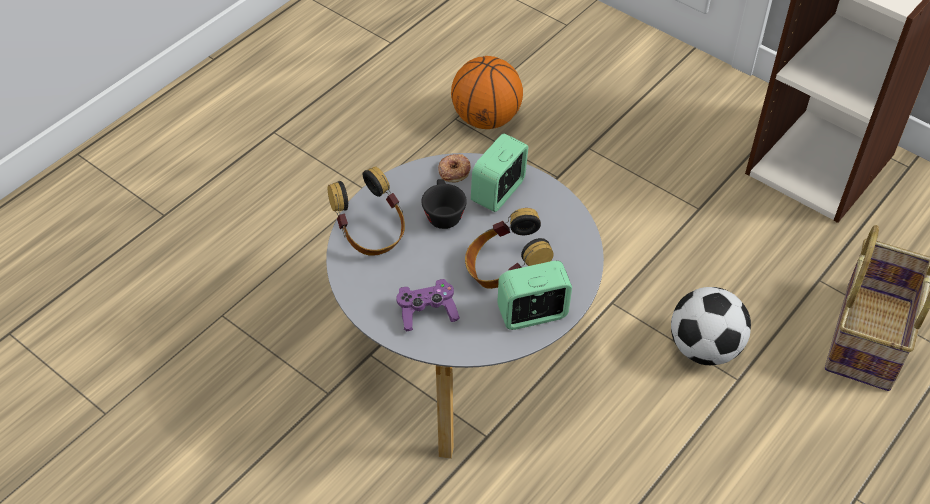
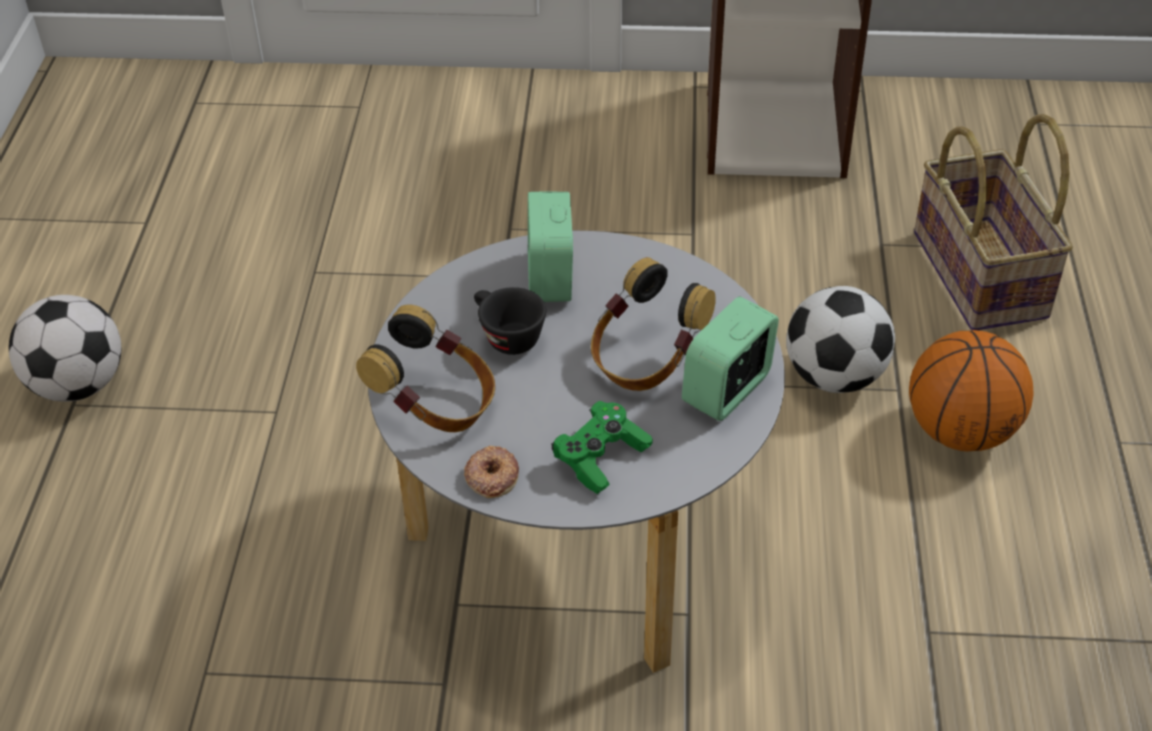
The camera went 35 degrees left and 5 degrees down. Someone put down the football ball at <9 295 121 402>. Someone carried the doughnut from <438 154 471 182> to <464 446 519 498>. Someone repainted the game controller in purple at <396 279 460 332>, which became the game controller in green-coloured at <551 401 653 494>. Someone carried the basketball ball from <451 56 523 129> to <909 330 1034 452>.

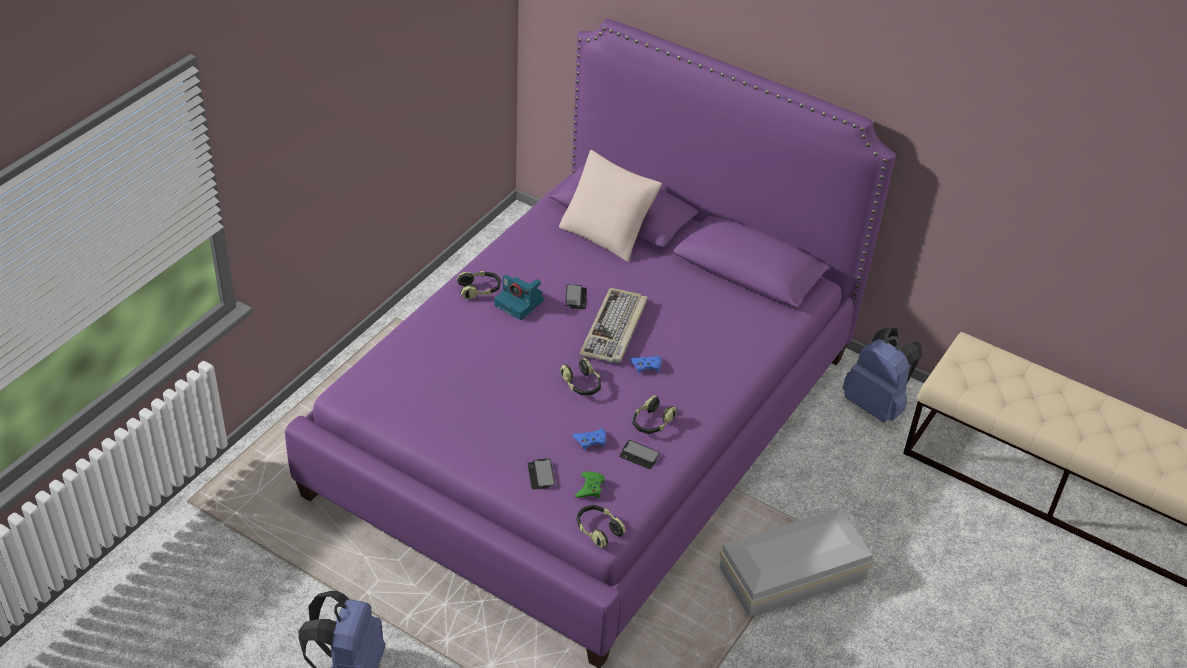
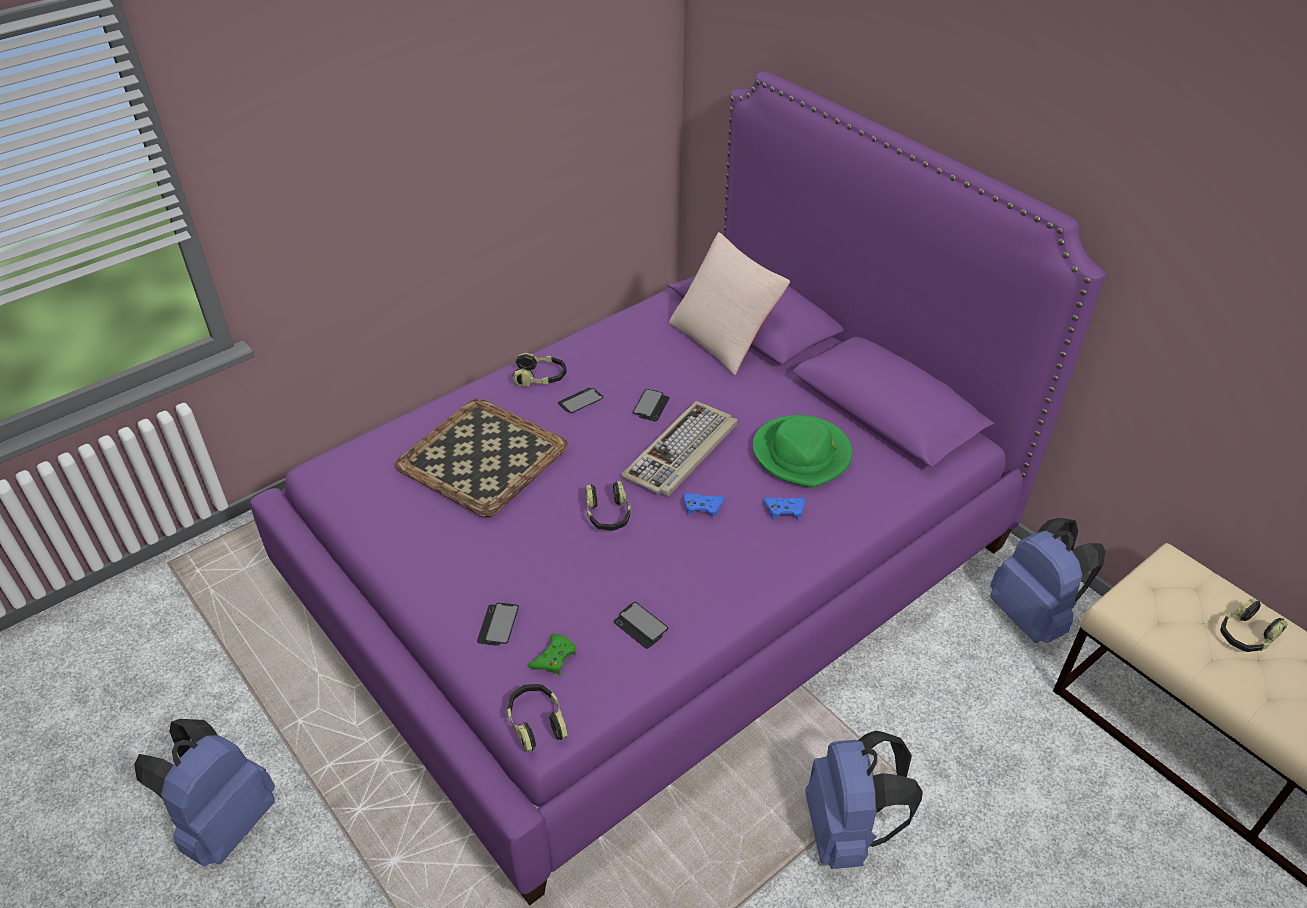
The camera went 20 degrees right and 0 degrees up. Someone put down the tray at <395 399 568 517>. Someone swapped the photo camera at <494 275 544 320> for the handset at <558 388 604 413>. Someone put down the hat in green-coloured at <753 415 853 487>. Someone carried the game controller in bluish from <573 429 606 451> to <764 497 805 520>. Someone swapped the storage bin in white at <719 508 873 617> for the knapsack in bluish at <805 731 923 869>. Someone carried the headset from <632 395 677 434> to <1220 598 1287 652>.

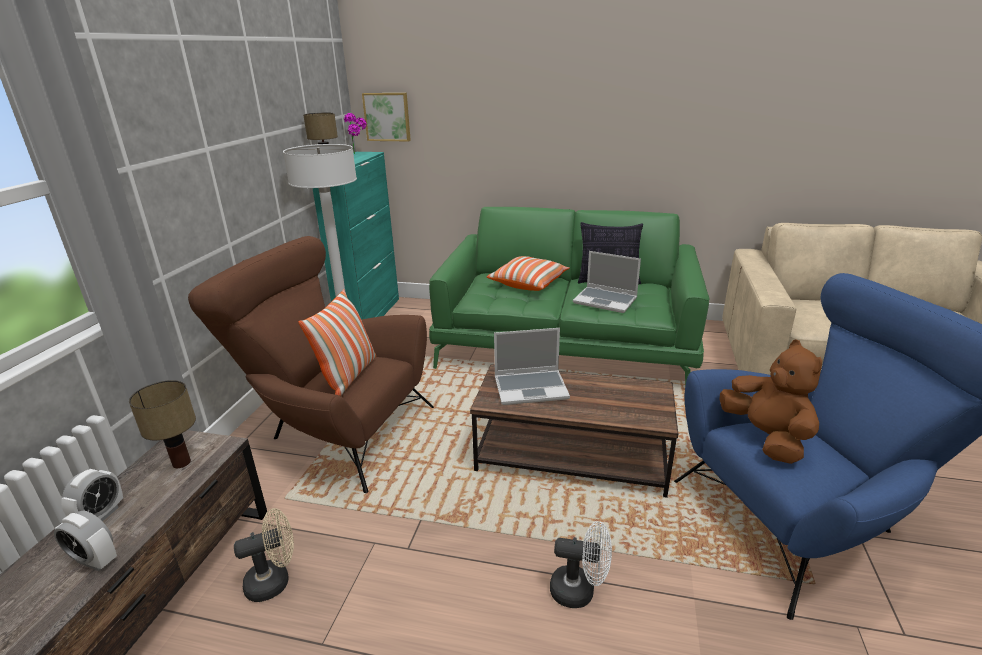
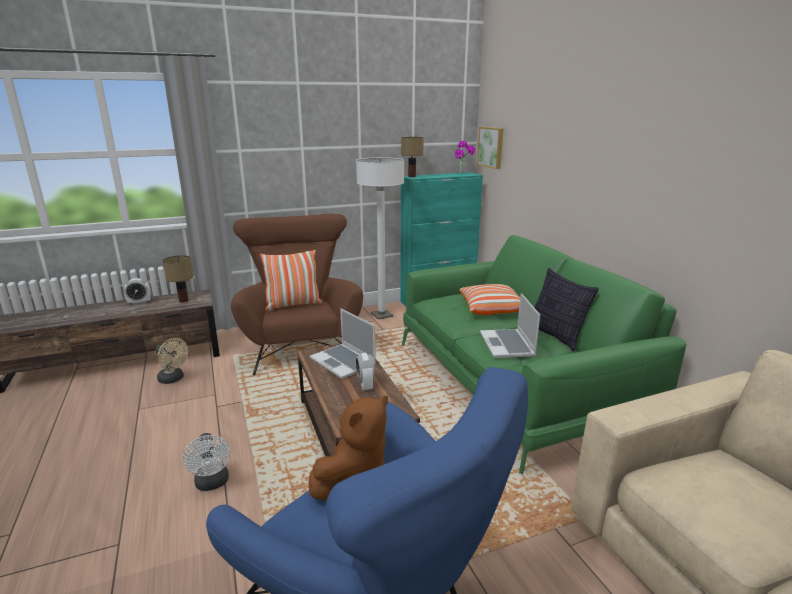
The camera went 55 degrees right and 5 degrees down. Someone carried the table clock from <54 511 117 571> to <356 353 375 391>.

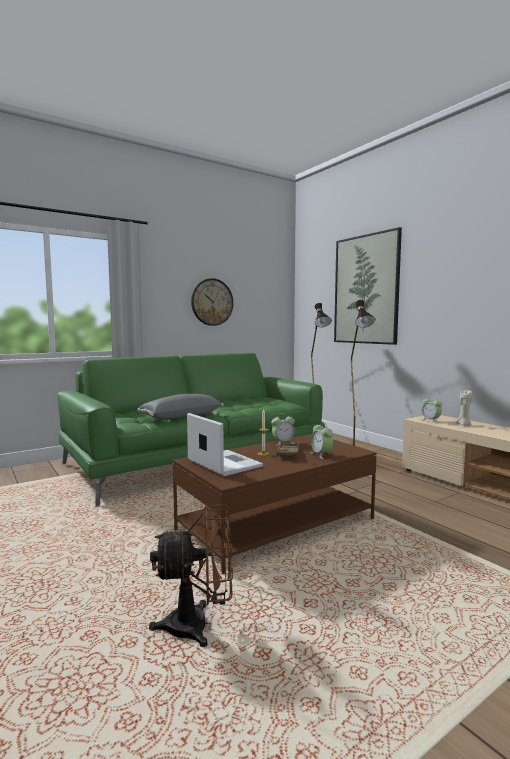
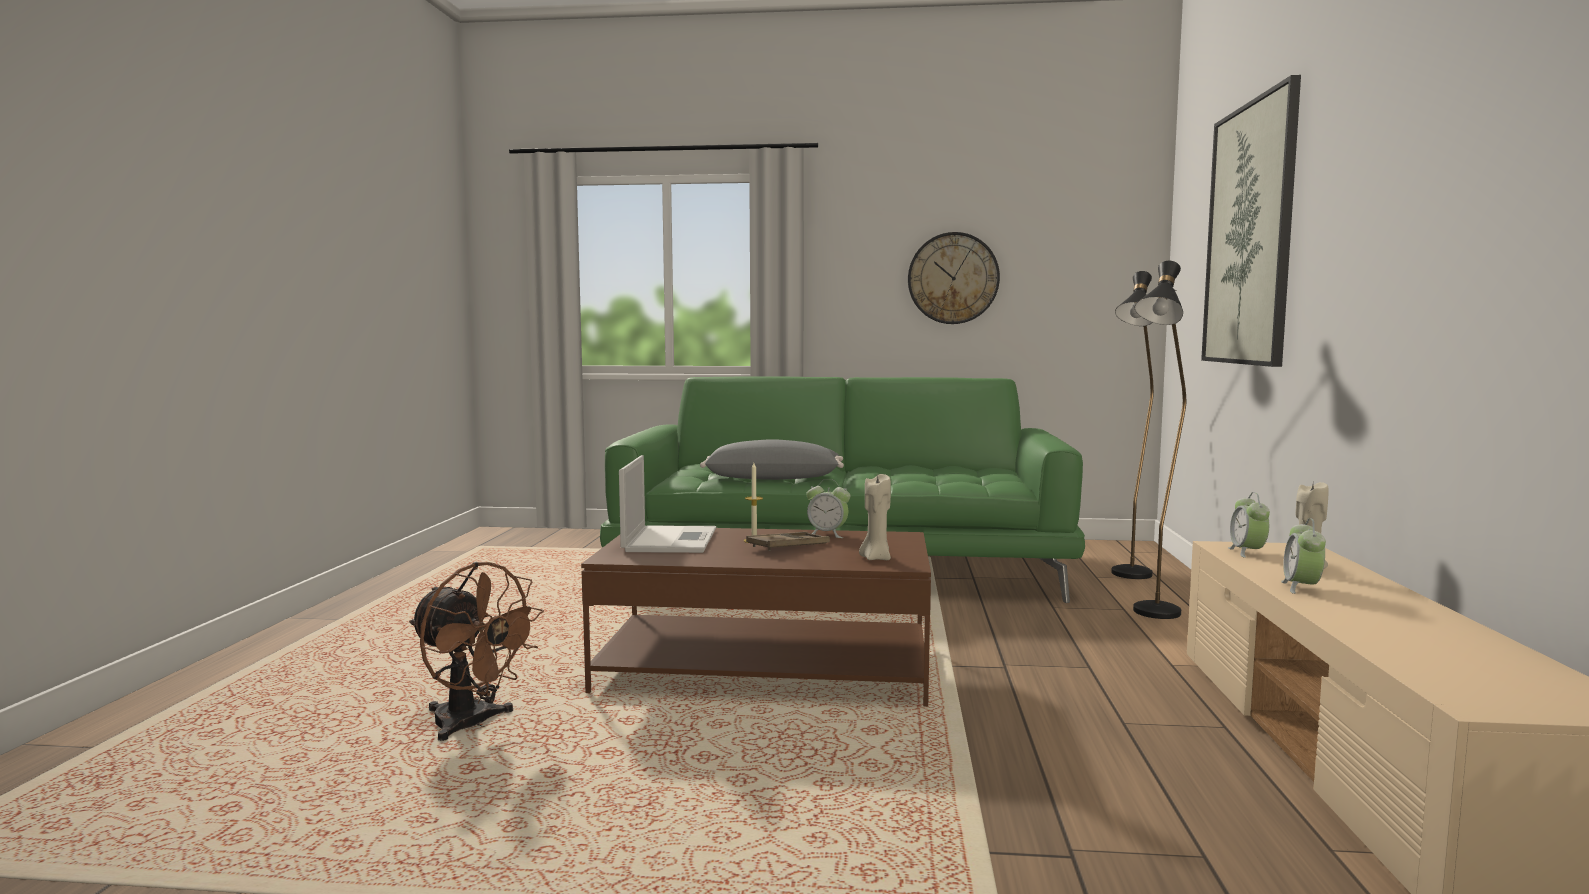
The camera went 40 degrees right and 0 degrees up. Someone put down the wax light in sand-coloured at <859 474 891 560>. Someone carried the table clock from <311 422 333 459> to <1281 518 1326 594>.

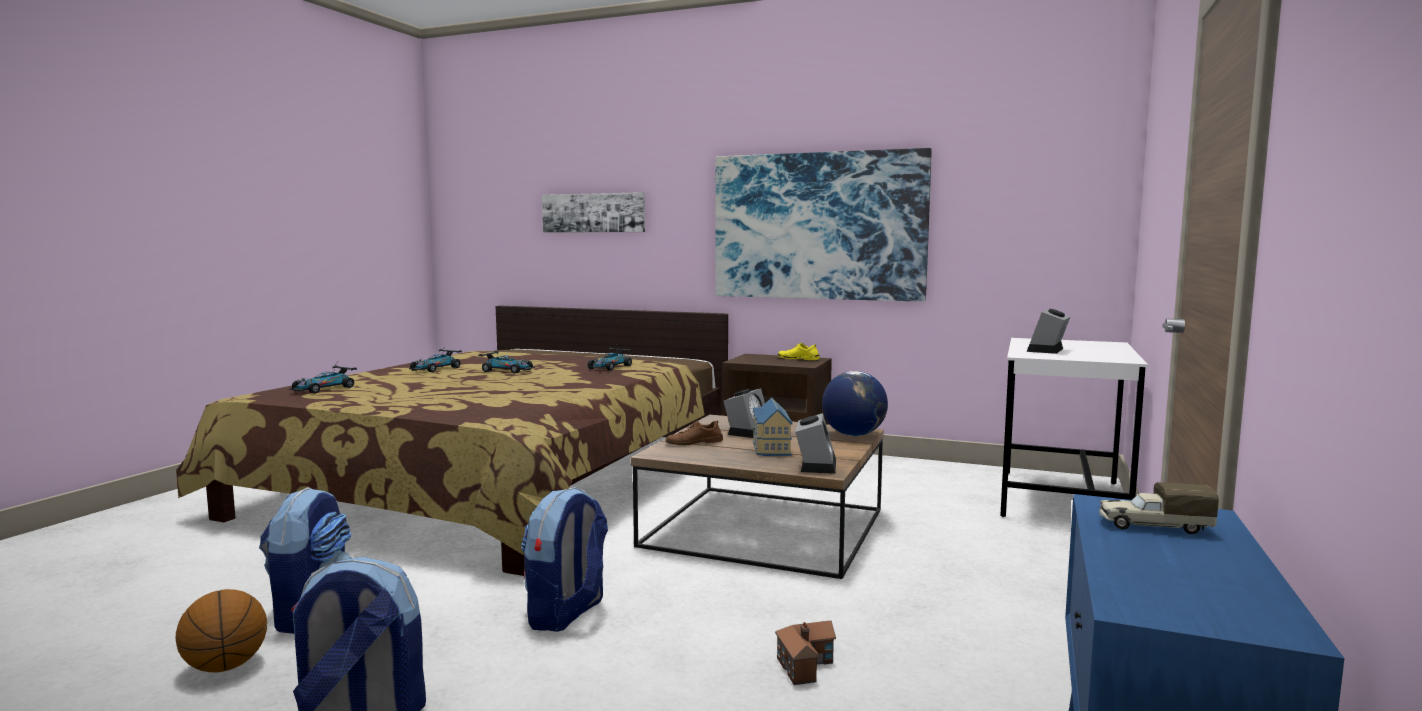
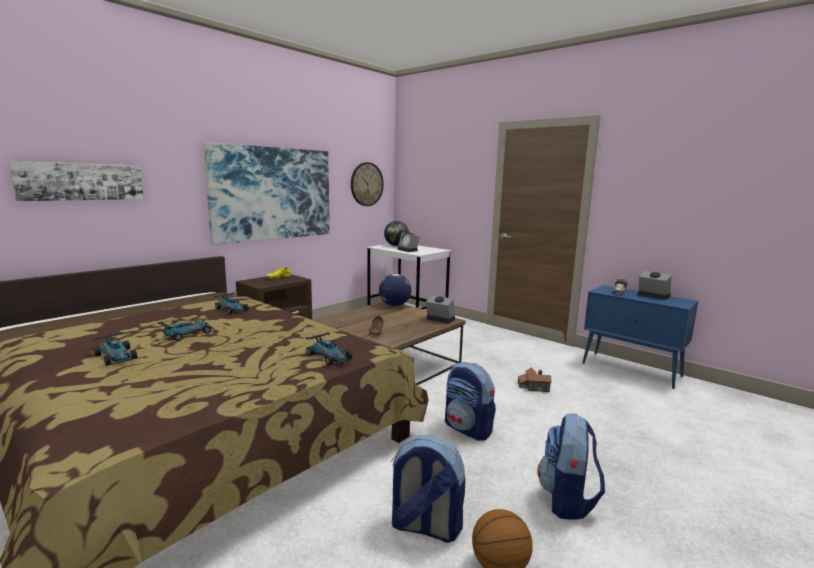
The camera went 70 degrees left and 5 degrees up. Someone carried the model car from <289 365 357 394> to <305 332 353 365>. Someone put up the clock on the wall at <351 162 384 206>. Someone put down the globe at <384 221 409 246>. Someone carried the table clock from <724 388 765 438> to <638 271 671 300>. Someone took away the miniature house at <753 398 792 456>.

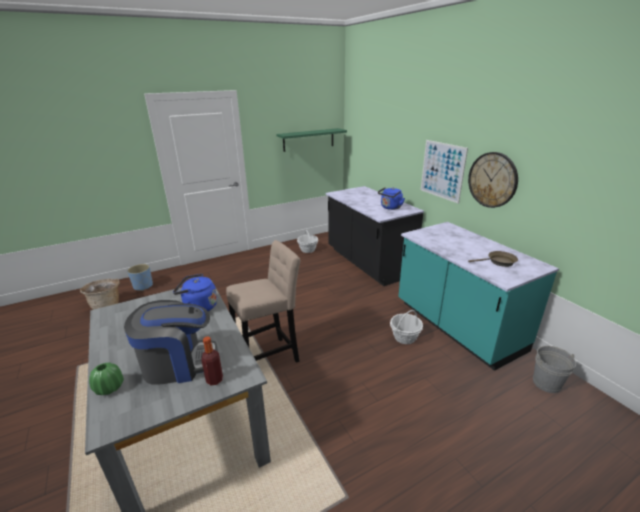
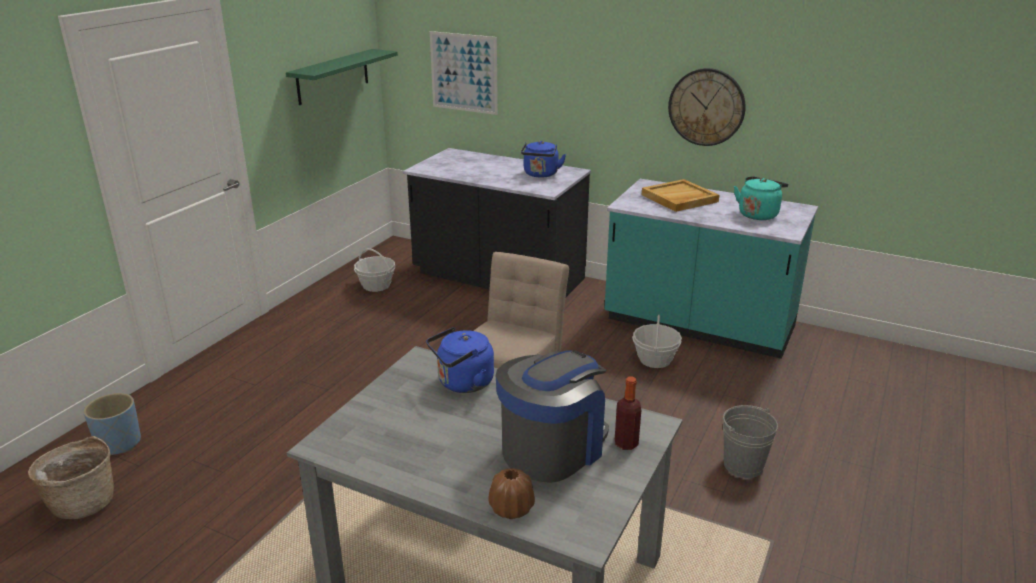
The camera went 35 degrees left and 0 degrees up. Someone carried the wall picture from <421 140 468 204> to <430 31 498 115>. Someone repainted the flower vase in green-coloured at <89 363 124 395>, which became the flower vase in brown at <488 468 535 519>. Someone put down the tray in sand-coloured at <642 179 719 212>. Someone carried the pail in grey from <533 346 576 393> to <723 405 778 478>. Someone swapped the pan in brown at <468 251 518 267> for the water kettle in turquoise-coloured at <734 176 788 220>.

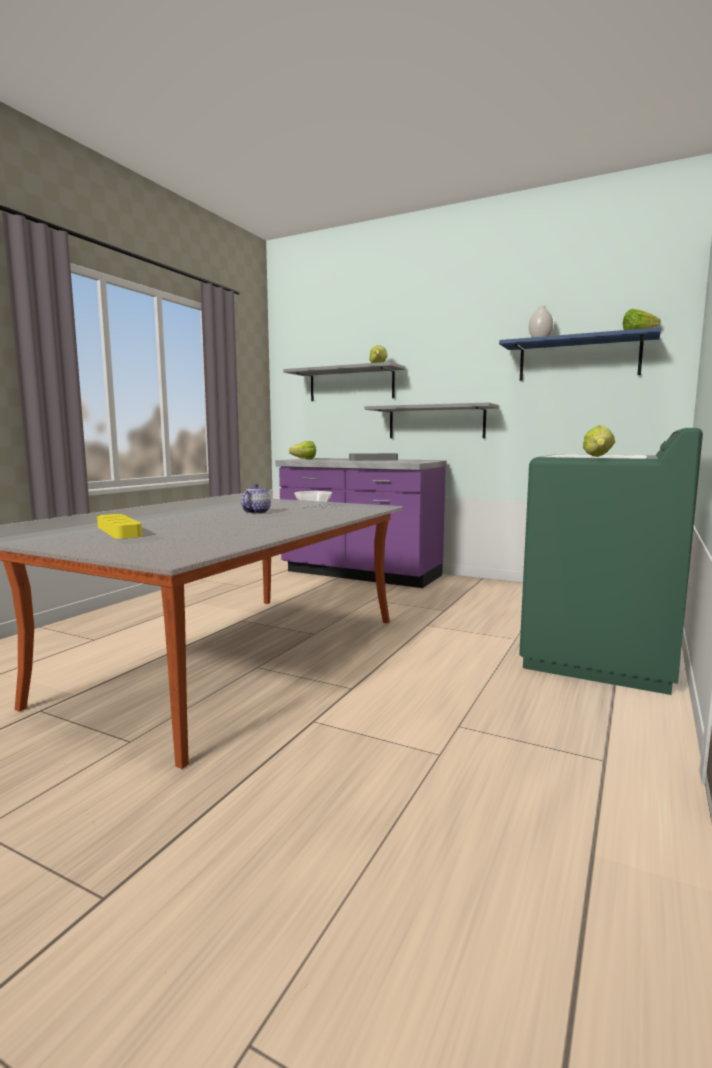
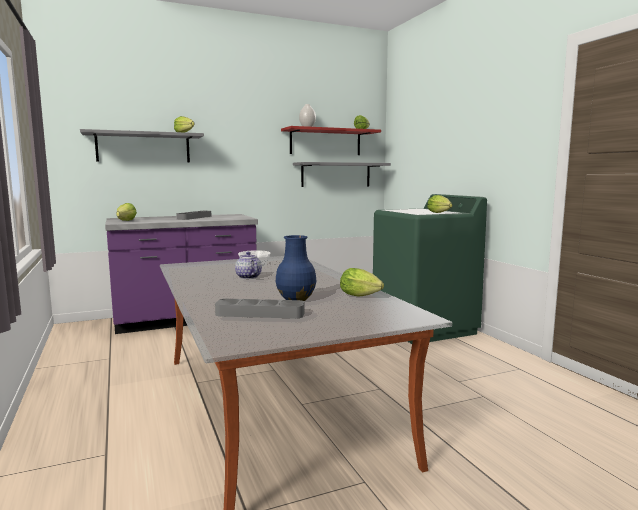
The camera went 50 degrees left and 0 degrees up. Someone repainted the tray in yellow-coloured at <97 514 142 539>, which became the tray in grey at <215 299 305 319>. Someone put down the flower vase in bluish at <276 235 316 301>. Someone repainted the bracket shelf in bluish at <499 327 661 381>, which became the bracket shelf in red at <281 126 381 155>. Someone carried the bracket shelf in grey from <365 402 499 438> to <293 162 391 187>. Someone put down the lettuce head at <340 268 384 297>.

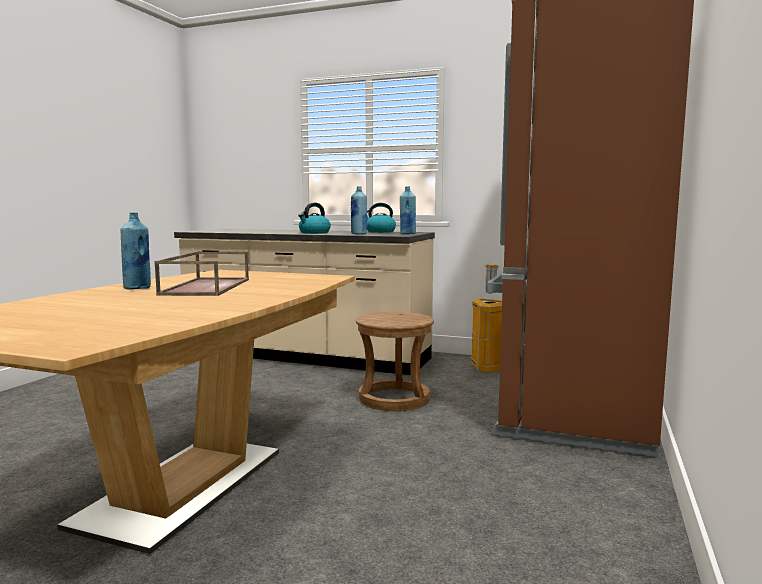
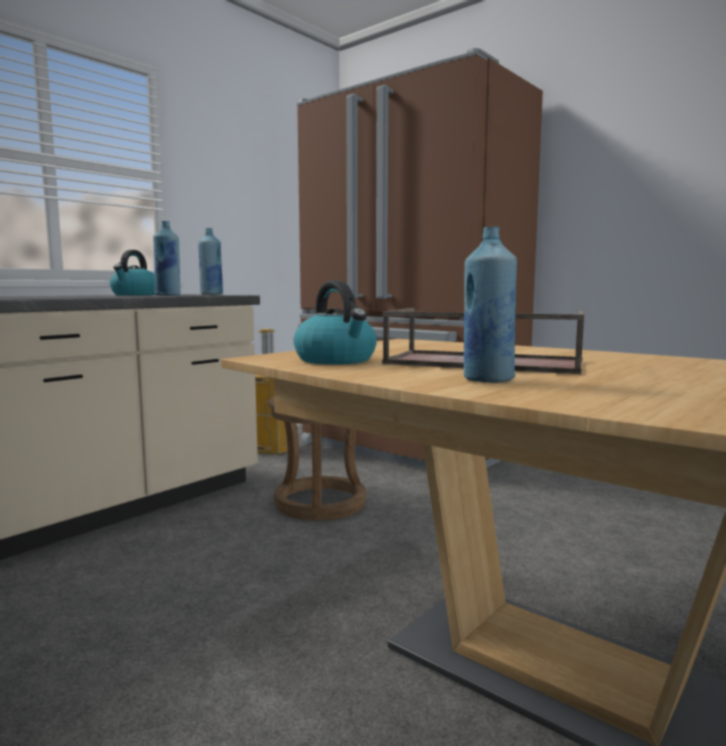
The camera went 70 degrees left and 0 degrees up. Someone carried the water kettle from <298 203 331 234> to <294 281 377 365>.

